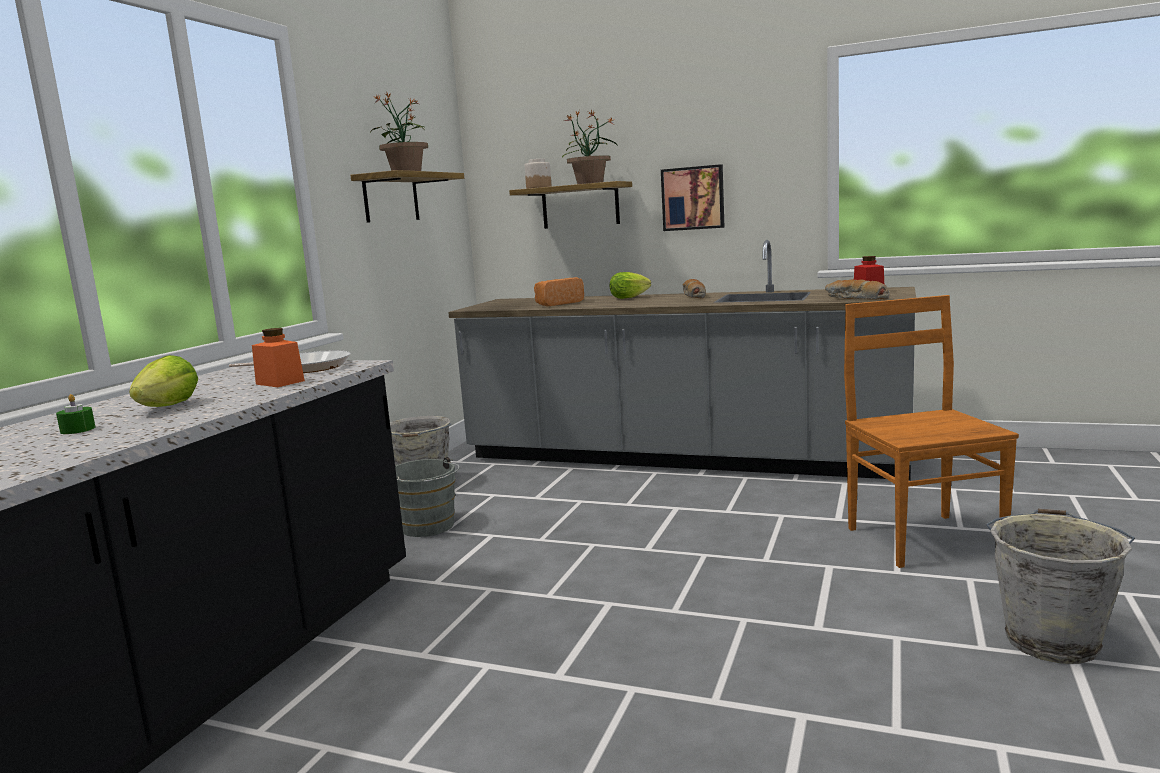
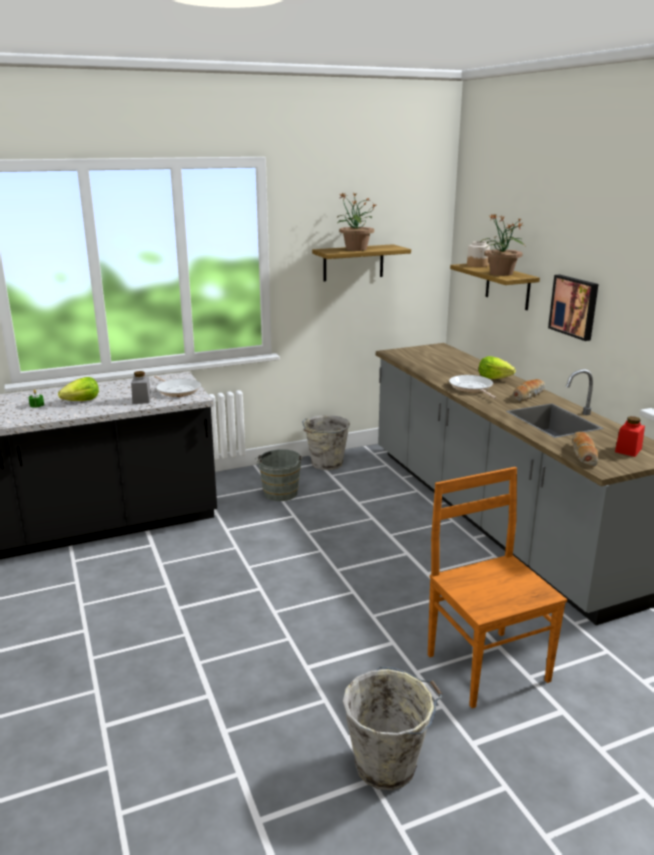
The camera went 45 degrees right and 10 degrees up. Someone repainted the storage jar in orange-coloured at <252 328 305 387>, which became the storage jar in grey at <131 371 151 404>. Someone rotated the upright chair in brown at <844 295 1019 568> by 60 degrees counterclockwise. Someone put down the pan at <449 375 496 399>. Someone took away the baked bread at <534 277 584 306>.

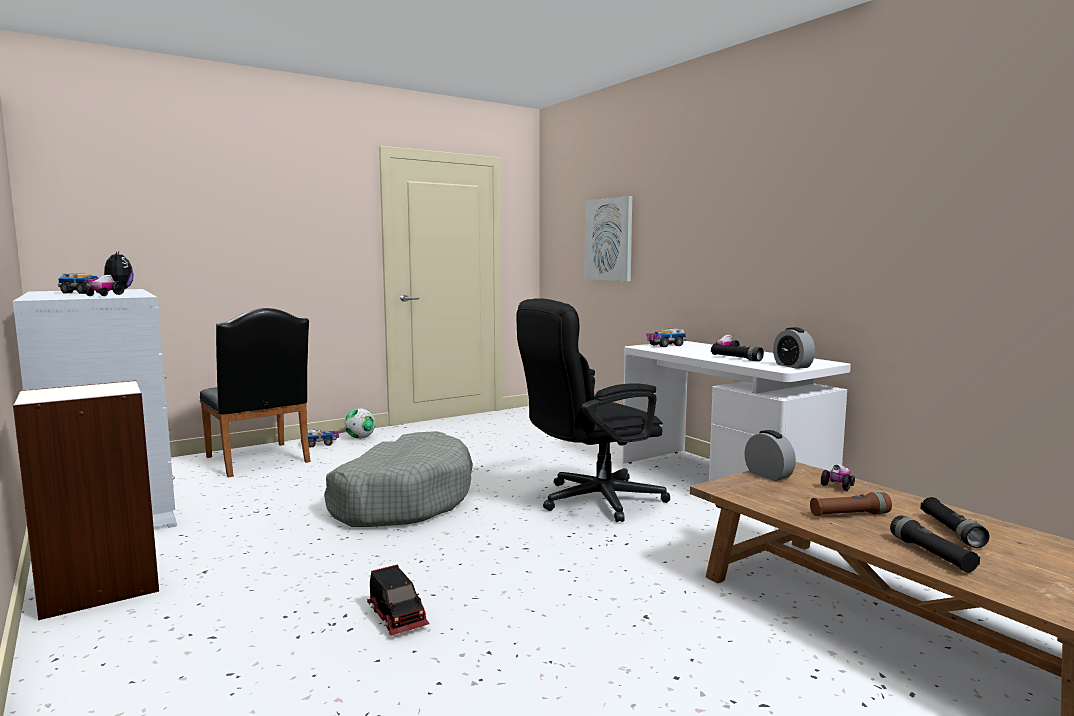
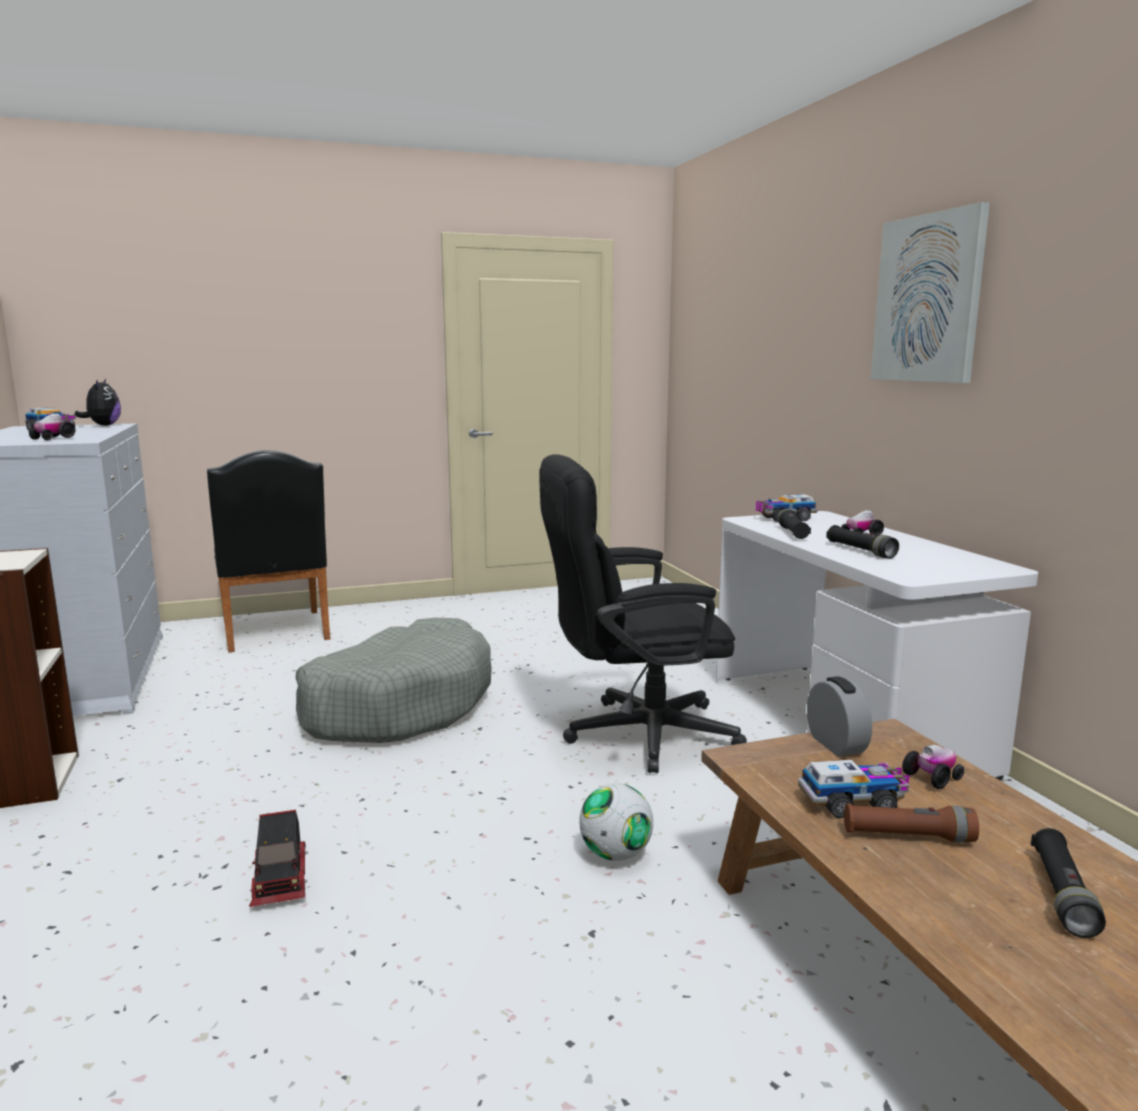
The camera went 15 degrees right and 5 degrees up. Someone carried the football ball from <345 408 376 439> to <579 783 653 861>. Someone carried the hand torch in blackish from <890 515 980 573> to <777 508 811 539>. Someone carried the model truck from <301 429 339 448> to <798 760 909 818>. Someone carried the wall picture from <584 196 632 281> to <871 202 990 383>. Someone took away the table clock at <773 327 815 369>.

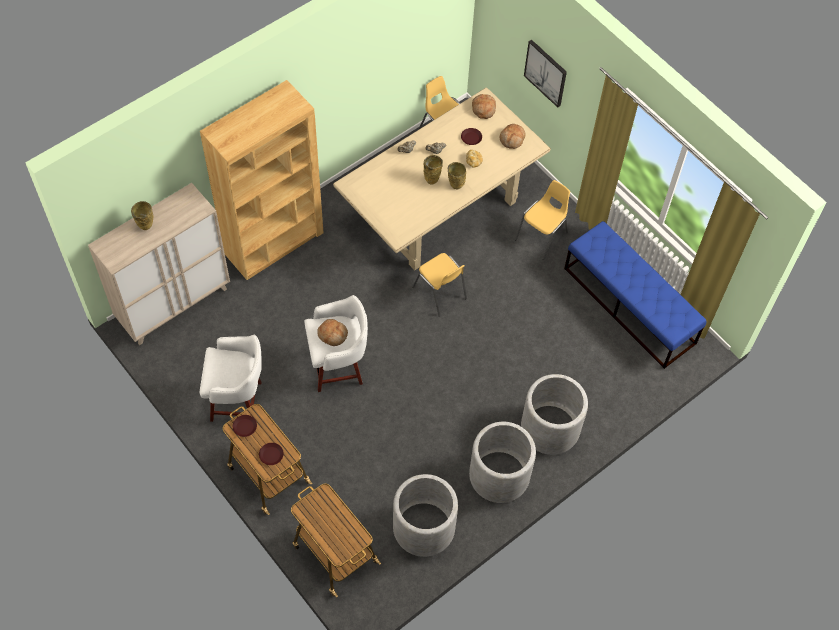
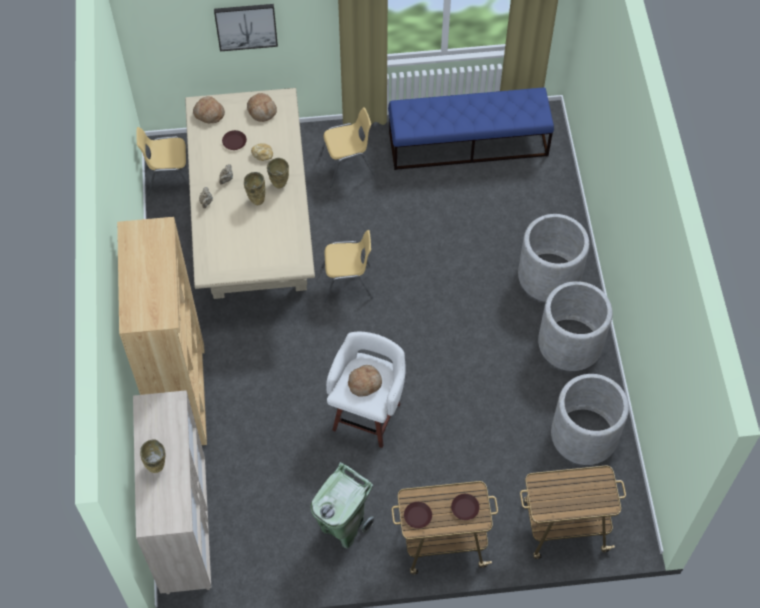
The camera went 55 degrees left and 0 degrees up. Someone swapped the sitting stool in white at <200 334 262 422> for the waste bin in green-coloured at <310 462 374 549>. Someone rotated the upright chair in yellow-coloured at <515 180 570 260> by 90 degrees clockwise.

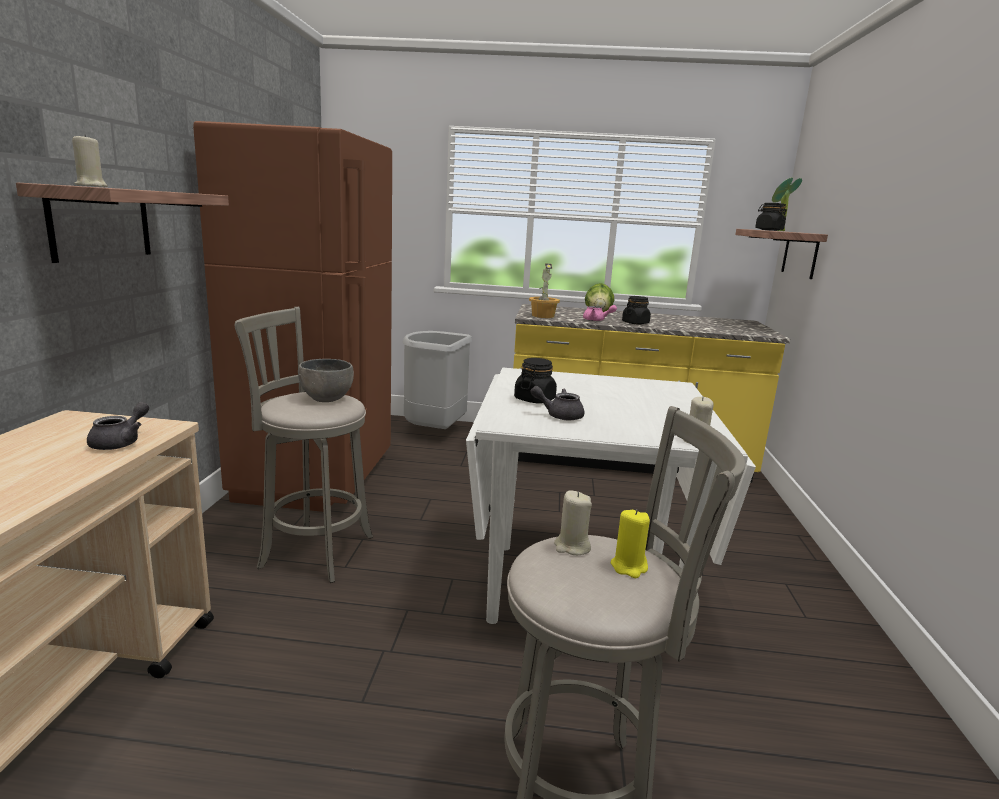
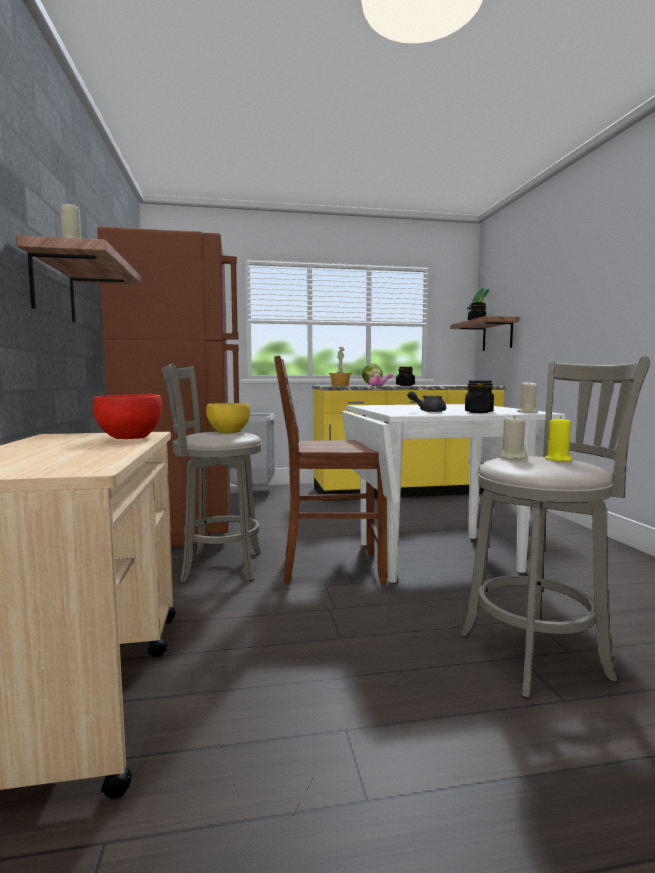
The camera went 15 degrees left and 10 degrees down. Someone swapped the teapot in grey at <87 402 149 450> for the bowl in red at <93 394 162 439>. Someone repainted the bowl in grey at <298 359 354 402>, which became the bowl in yellow-coloured at <206 403 250 433>. Someone put down the upright chair in brown at <274 355 387 584>. Someone carried the storage jar in blackish from <514 358 557 404> to <465 380 494 413>.

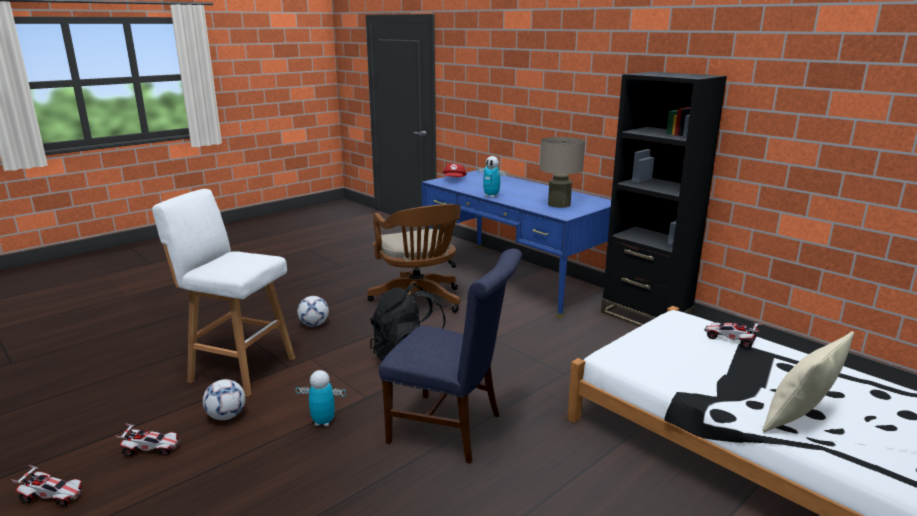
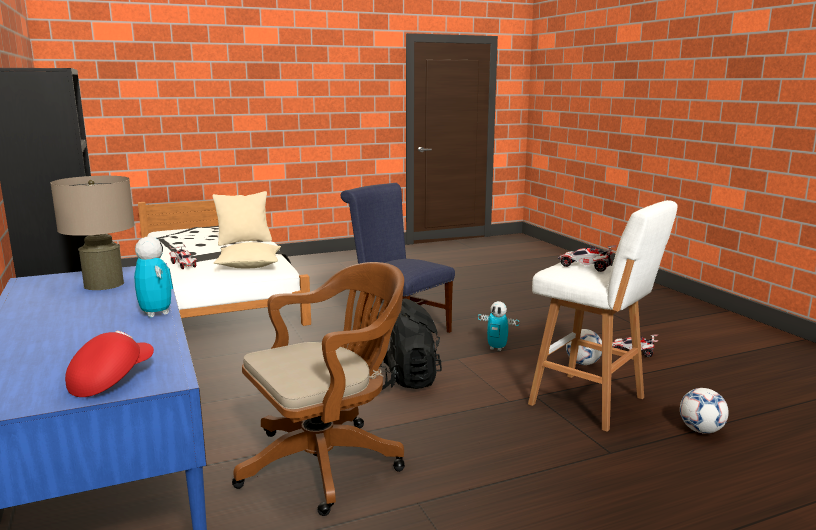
The camera went 160 degrees left and 5 degrees down. Someone put down the cushion in sand-coloured at <214 242 281 268>. Someone rotated the office chair in brown at <368 204 461 313> by 60 degrees clockwise. Someone carried the model car from <11 465 84 507> to <558 245 617 272>. Someone carried the football ball from <297 296 329 326> to <680 388 729 434>.

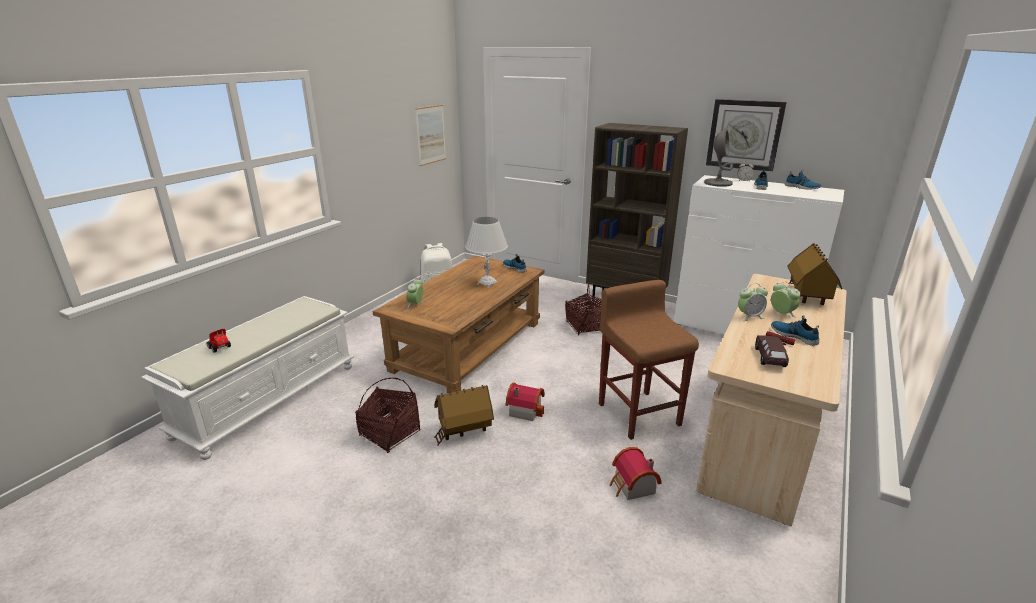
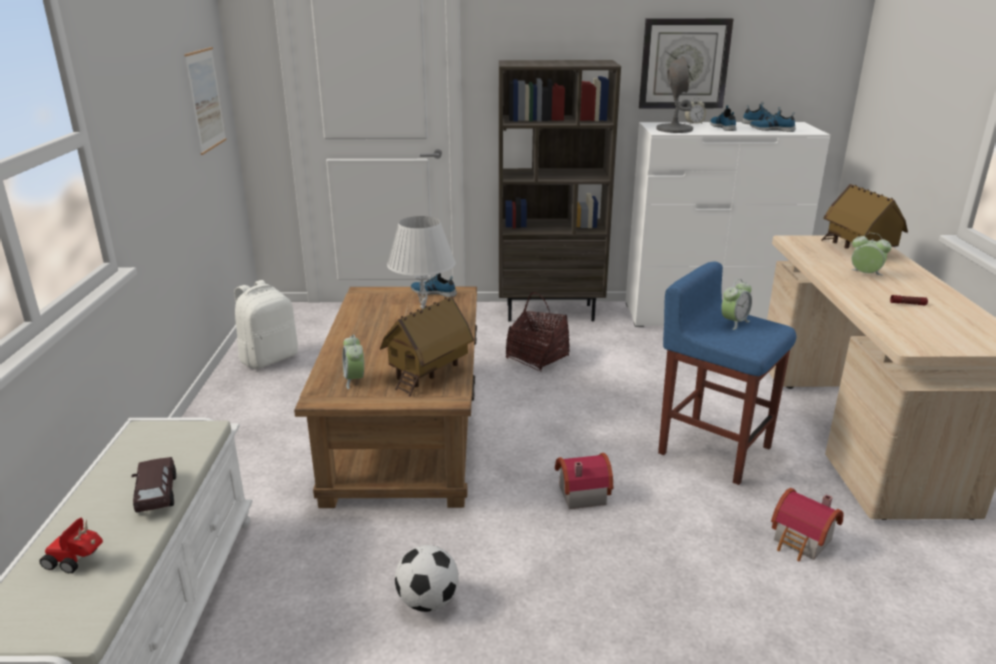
The camera went 30 degrees left and 0 degrees up. Someone carried the model car in brown from <755 335 789 367> to <131 457 176 513>. Someone carried the miniature house from <434 385 494 446> to <380 296 474 396>. Someone swapped the household basket at <355 378 420 453> for the football ball at <395 545 459 612>. Someone repainted the sitting stool in brown at <599 280 699 440>, which became the sitting stool in bluish at <658 262 796 485>. Someone carried the table clock from <738 283 768 321> to <721 279 752 330>. Someone carried the item of footwear from <771 315 819 346> to <750 107 795 132>.

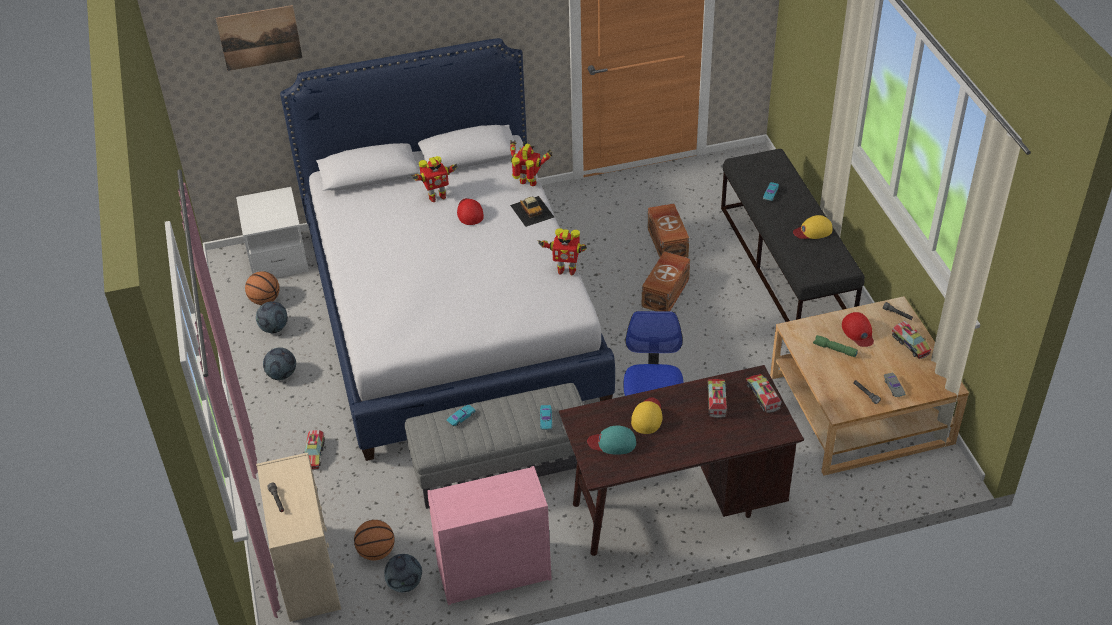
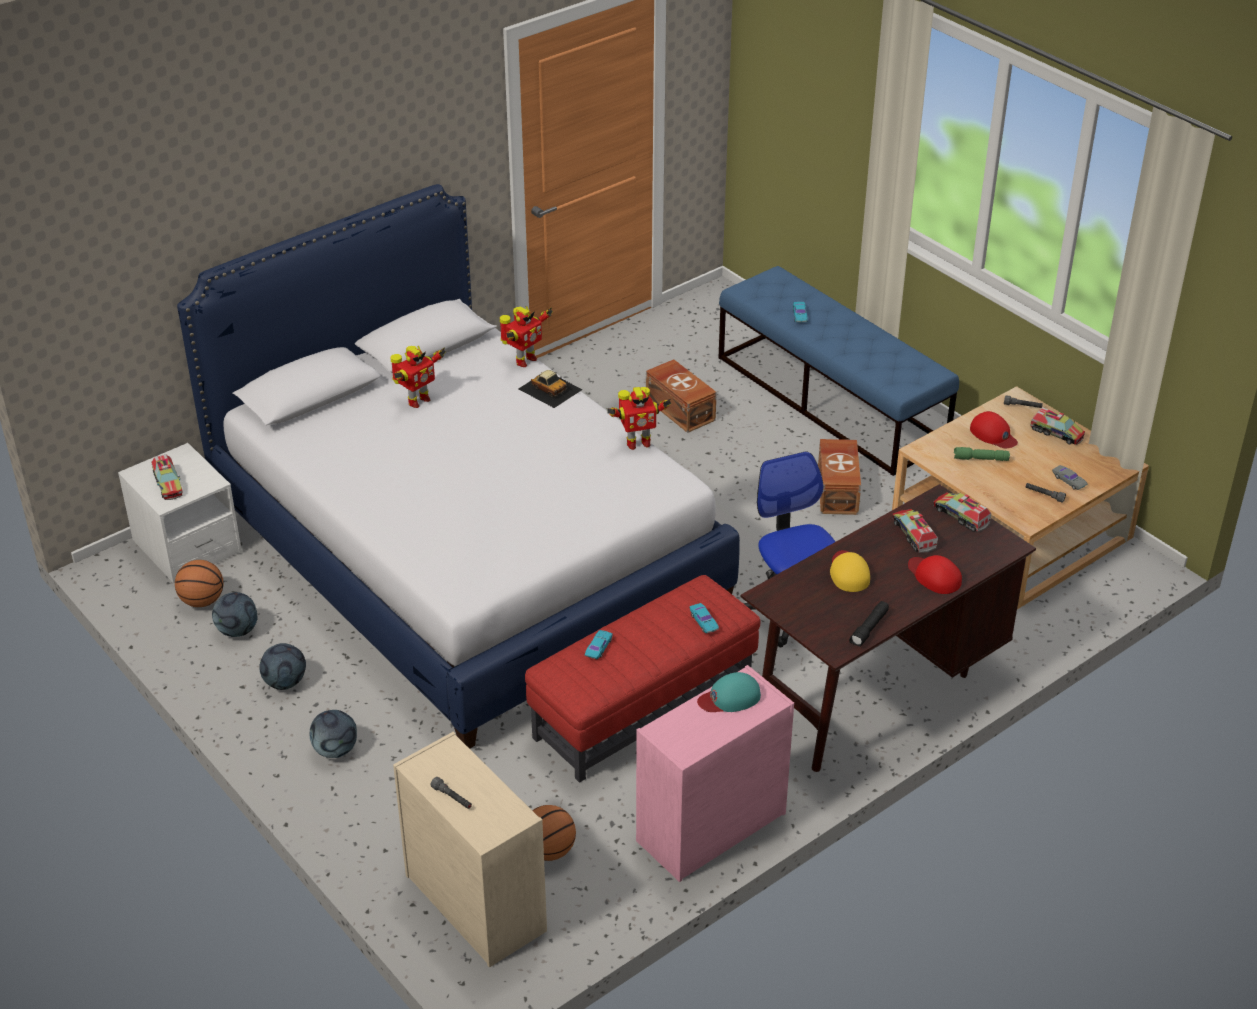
The camera went 25 degrees left and 5 degrees down. Someone carried the model truck from <303 430 325 470> to <151 455 183 500>. Someone carried the football ball from <384 554 422 593> to <310 710 357 758>. Someone rotated the toy robot at <510 140 553 186> by 135 degrees clockwise. Someone repainted the footrest in grey at <405 383 583 509>, which became the footrest in red at <525 575 760 783>. Someone carried the peaked cap in turquoise-coloured from <587 426 636 455> to <697 672 761 712>. Someone repainted the long seat in blackish at <721 149 865 322>, which became the long seat in bluish at <719 266 959 476>. Someone carried the storage bin in brown from <642 251 690 311> to <818 439 861 515>. Someone put down the hand torch in blackish at <849 601 889 647>. Someone carried the peaked cap in red from <457 198 484 225> to <908 555 962 594>. Someone took away the wall picture at <216 5 302 71>. Someone took away the peaked cap in yellow-coloured at <793 215 832 239>.

